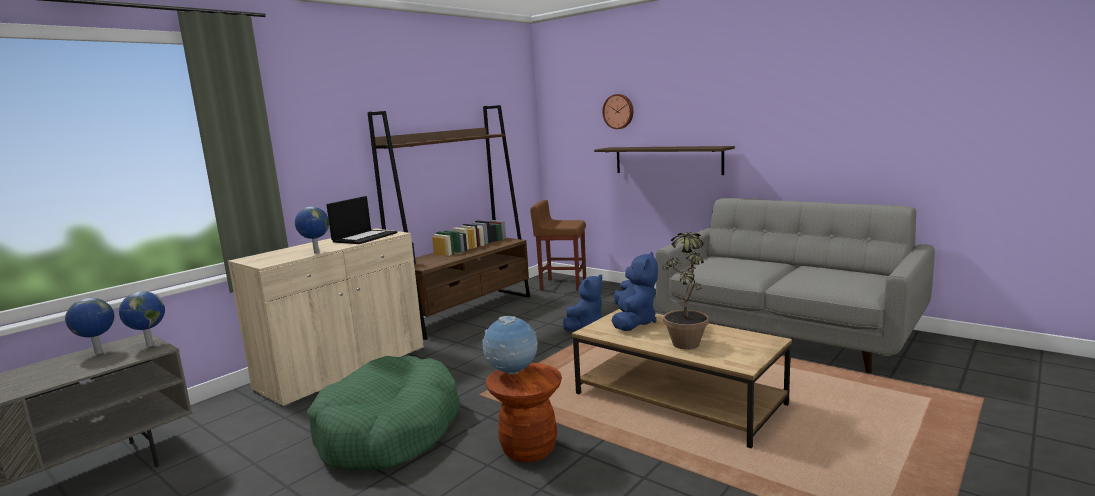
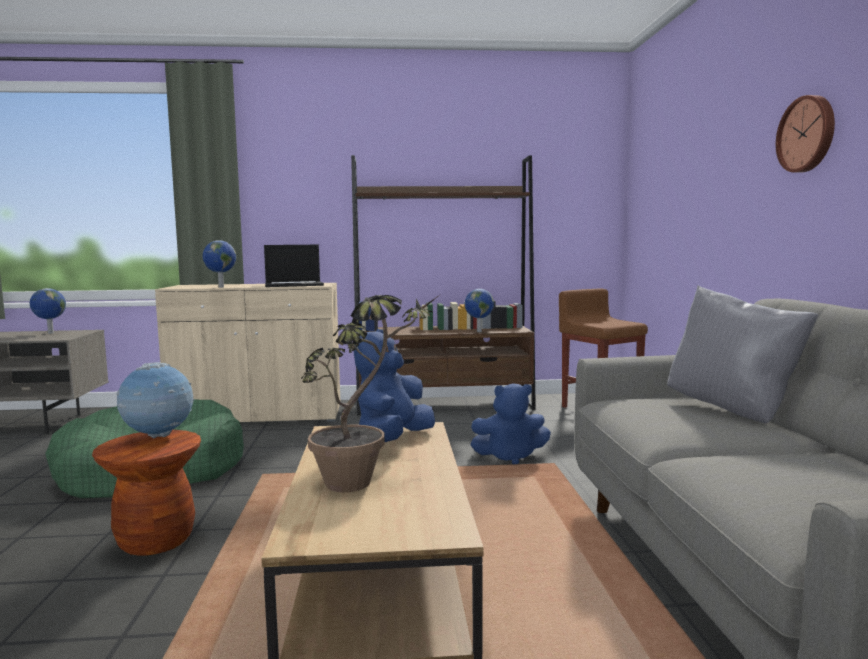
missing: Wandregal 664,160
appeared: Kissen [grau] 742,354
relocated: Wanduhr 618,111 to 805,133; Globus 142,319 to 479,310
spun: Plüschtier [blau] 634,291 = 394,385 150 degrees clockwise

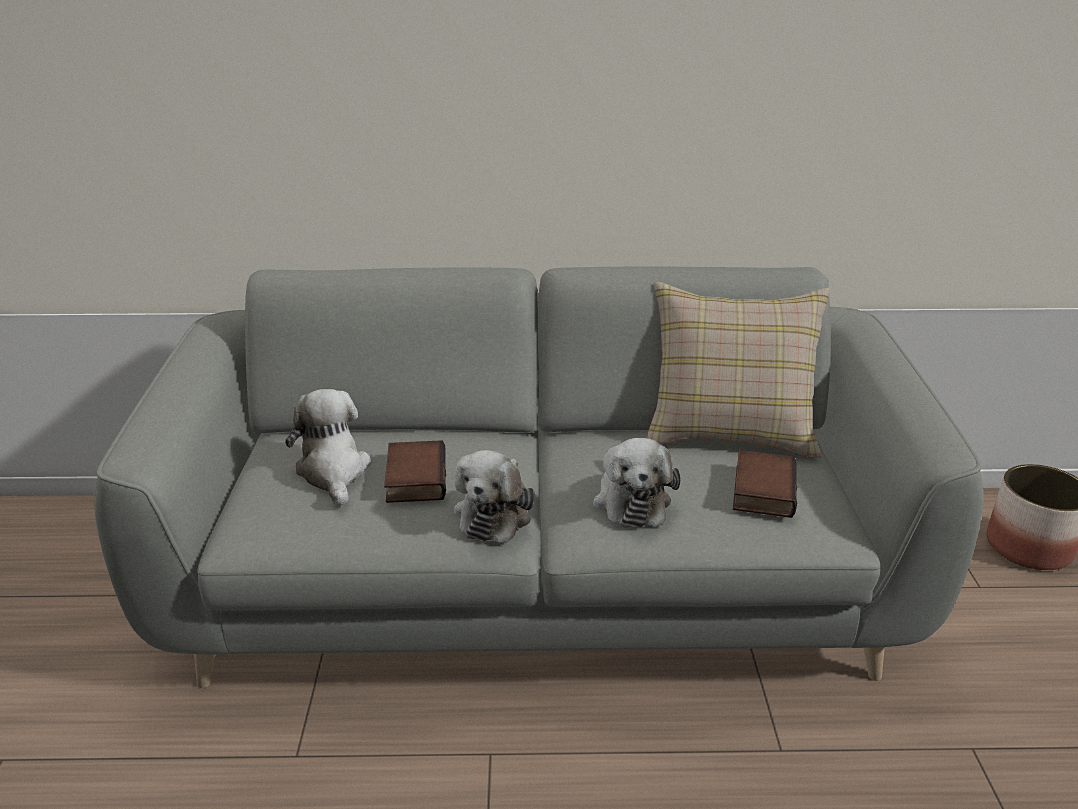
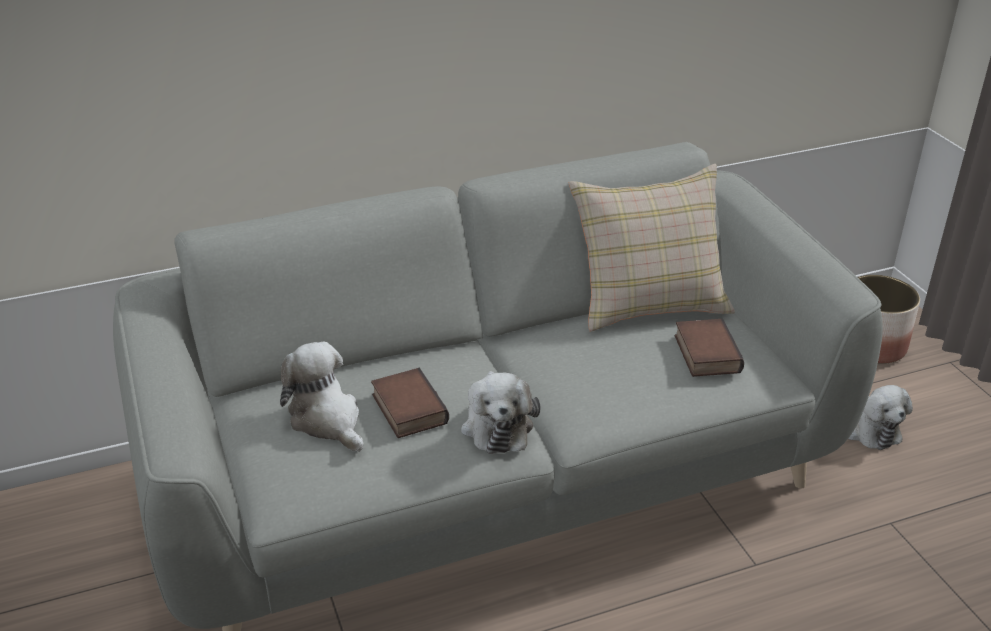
relocated: Plüschtier 636,483 to 880,417

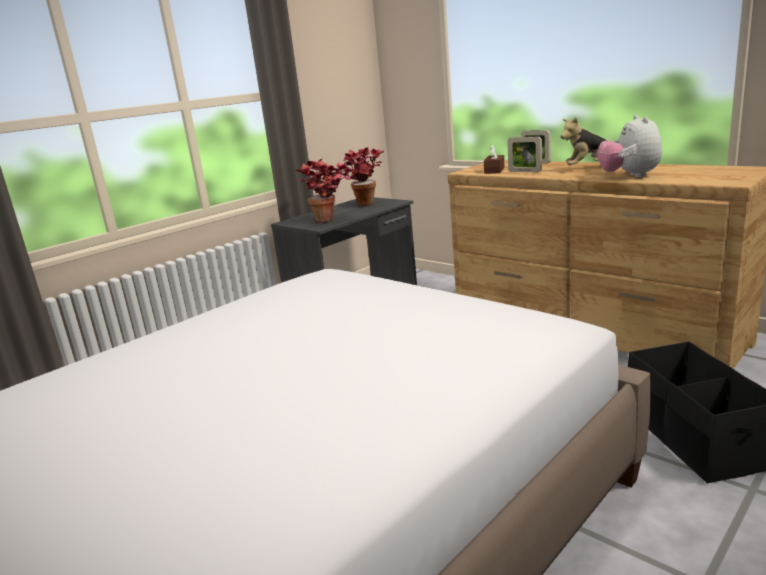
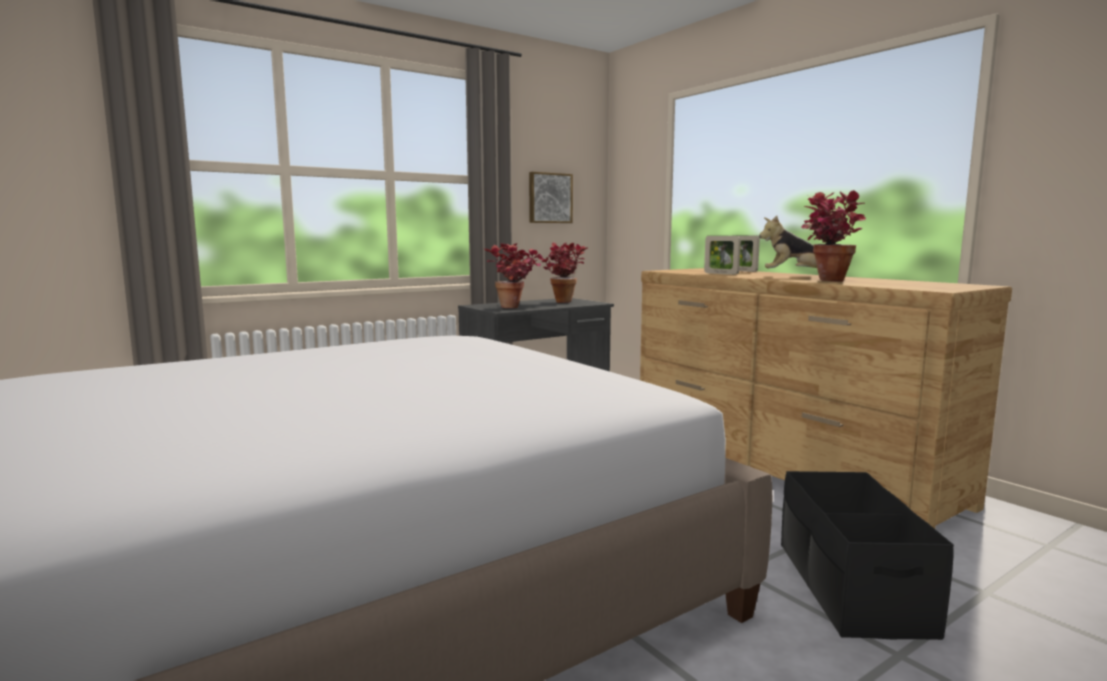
missing: Taschentuchbox [braun] 494,159
appeared: Bild 551,197
exchanged: Plüschtier 629,146 to Topfpflanze 833,236

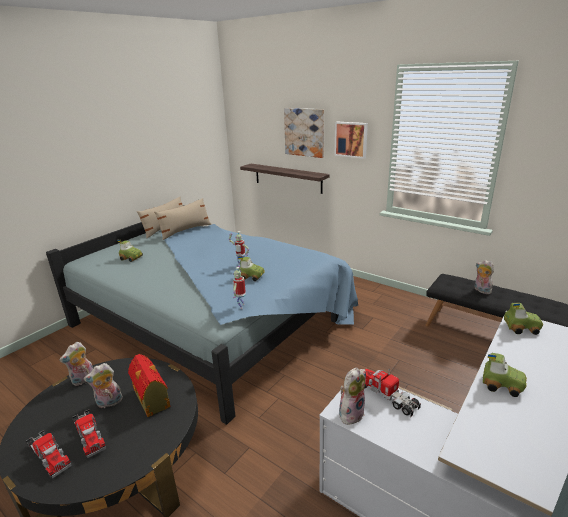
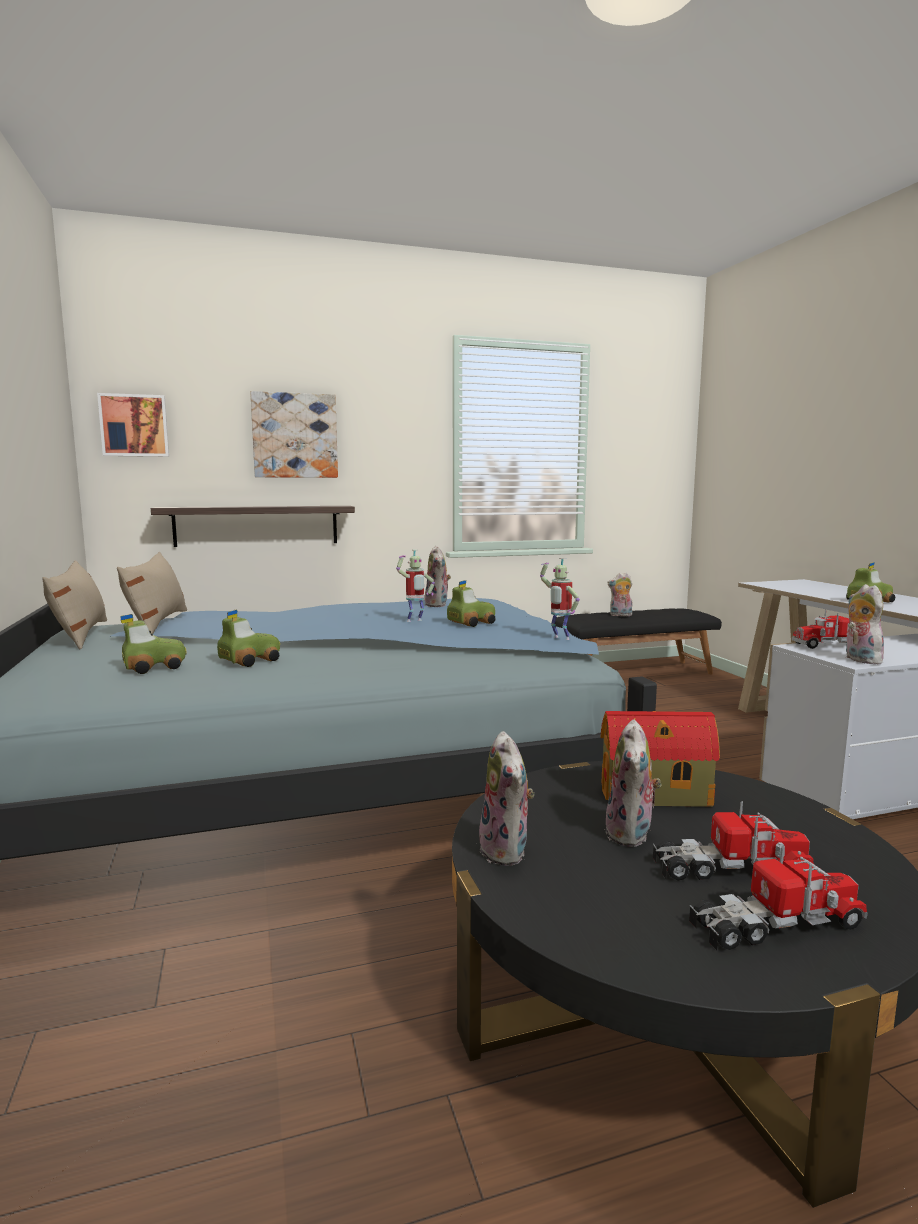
appeared: Plüschtier 438,576
relocated: Bild 351,140 to 133,425; Spielzeugauto 523,319 to 248,638

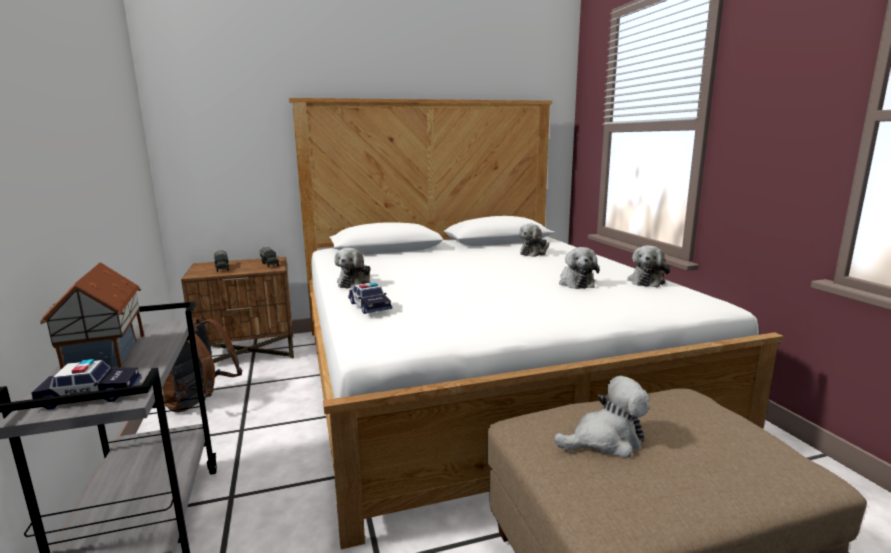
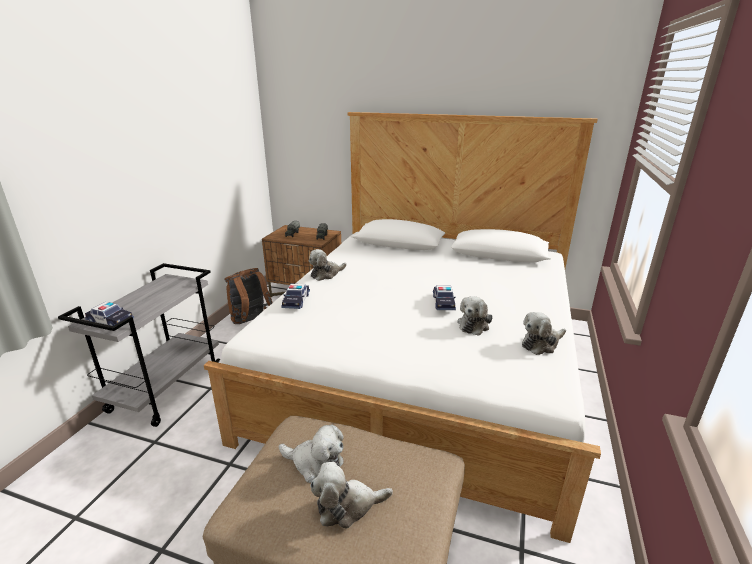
missing: Spielzeughaus 92,315
appeared: Spielzeugauto 444,297
relocated: Plüschtier 534,240 to 351,495

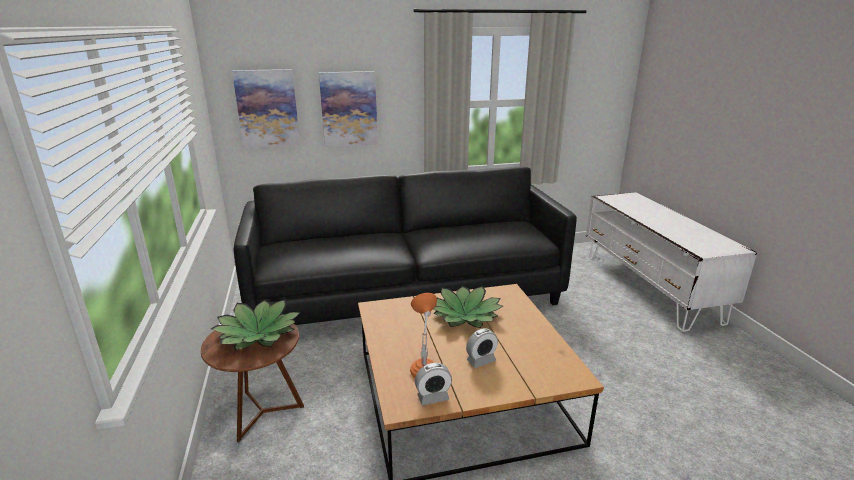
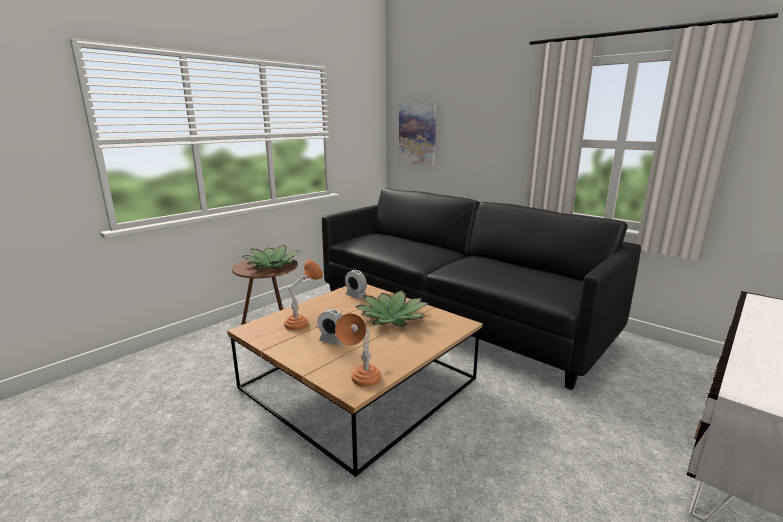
missing: Bild 348,109
appeared: Tischlampe [orange] 358,350
relocated: Wecker 433,384 to 356,284

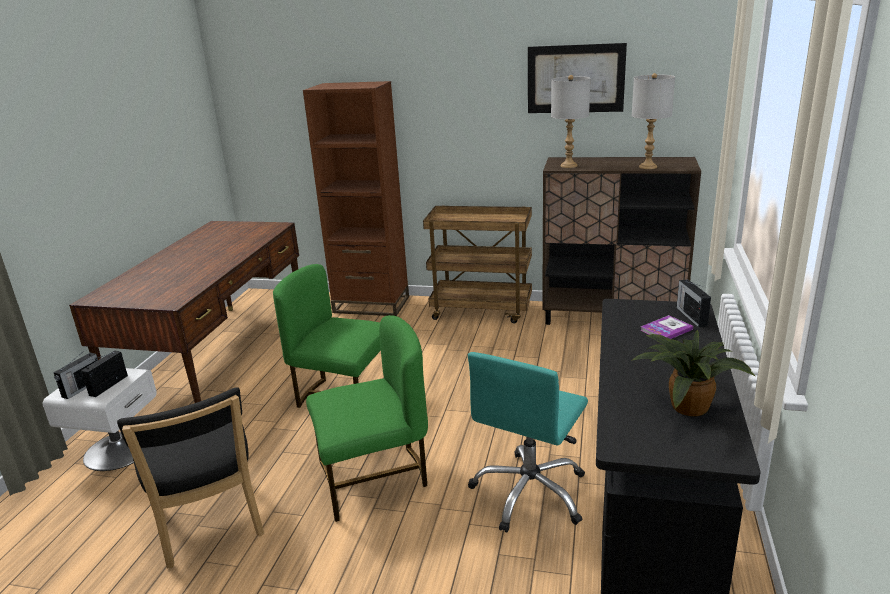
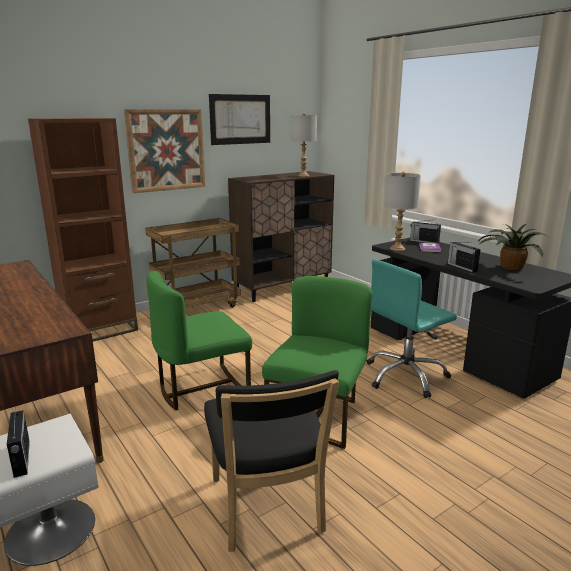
appeared: Bild 164,151
relocated: Tischlampe [grau] 570,121 to 402,211; Radio 104,373 to 464,257
spun: Bürostuhl [türkis] 528,442 = 412,328 75 degrees clockwise; Stuhl [schwarz] 190,477 = 271,461 60 degrees clockwise

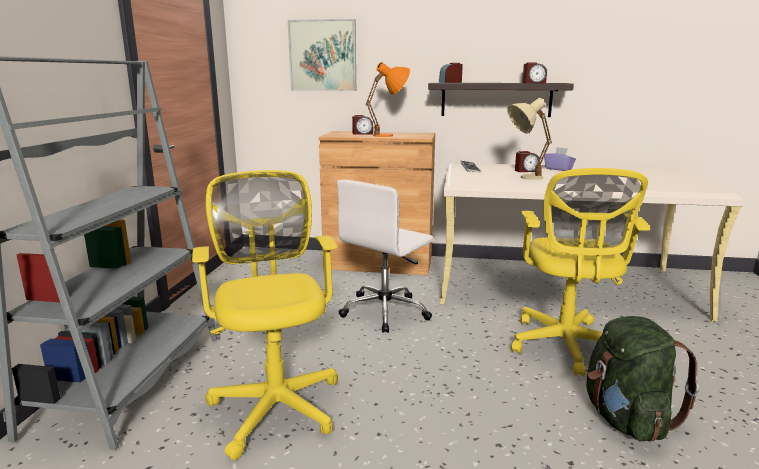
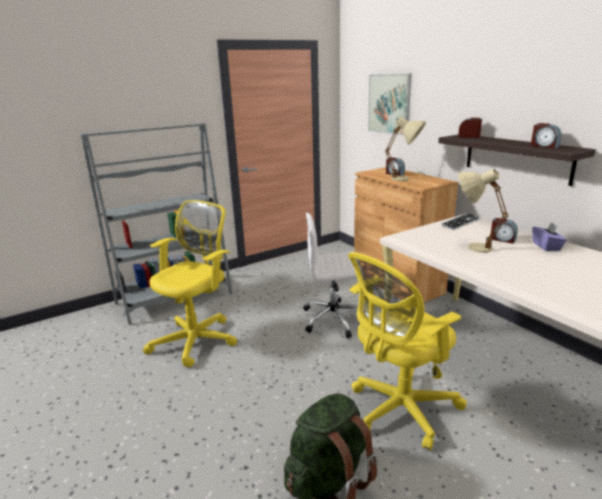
colour: Tischlampe [orange] 388,99 to Tischlampe [beige] 405,148

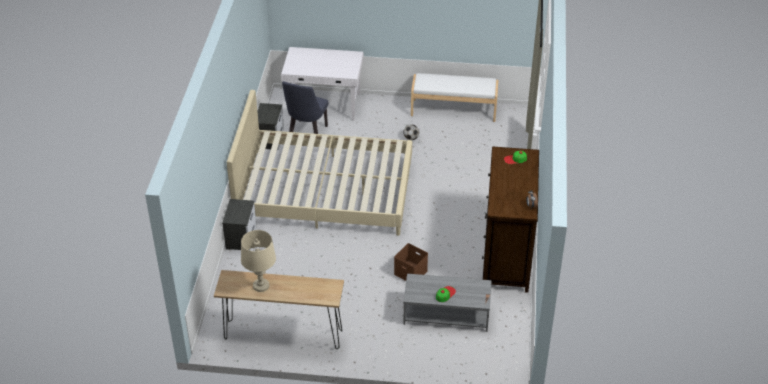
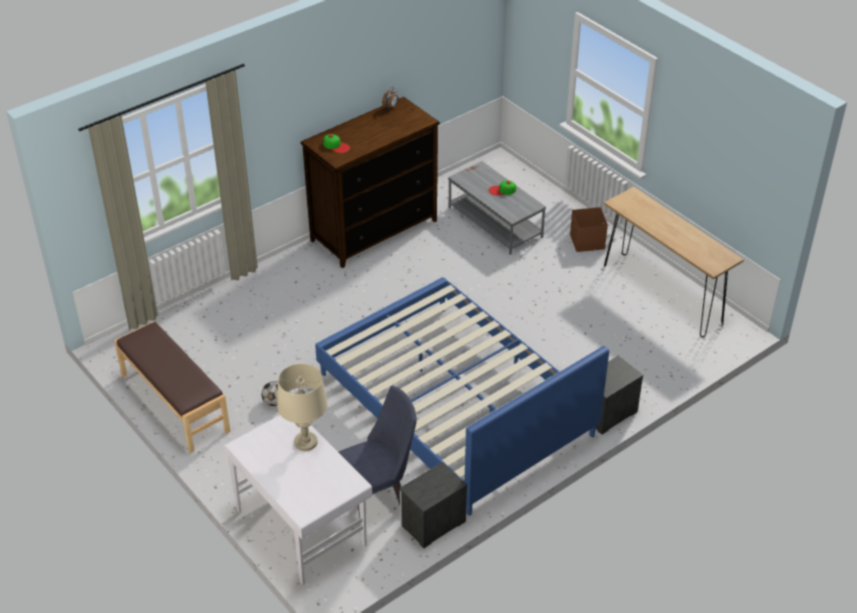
relocated: Tischlampe [beige] 258,261 to 302,407; Aufbewahrungsbox [braun] 411,262 to 589,229
colour: Bank [weiß] 454,97 to Bank [braun] 172,387; Bett [beige] 319,163 to Bett [blau] 462,396

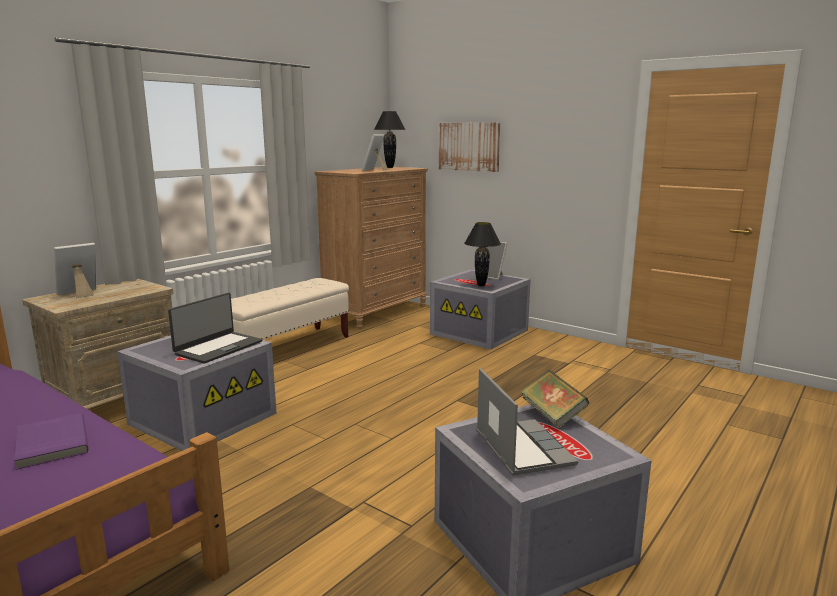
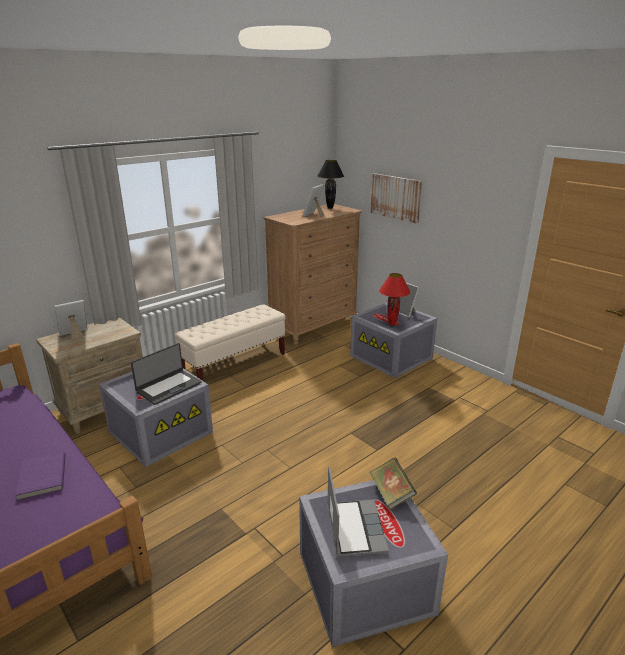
colour: Tischlampe [schwarz] 482,254 to Tischlampe [rot] 394,299

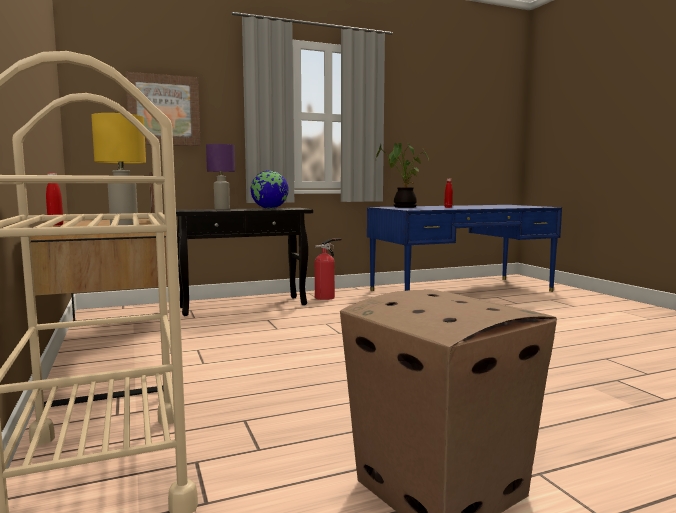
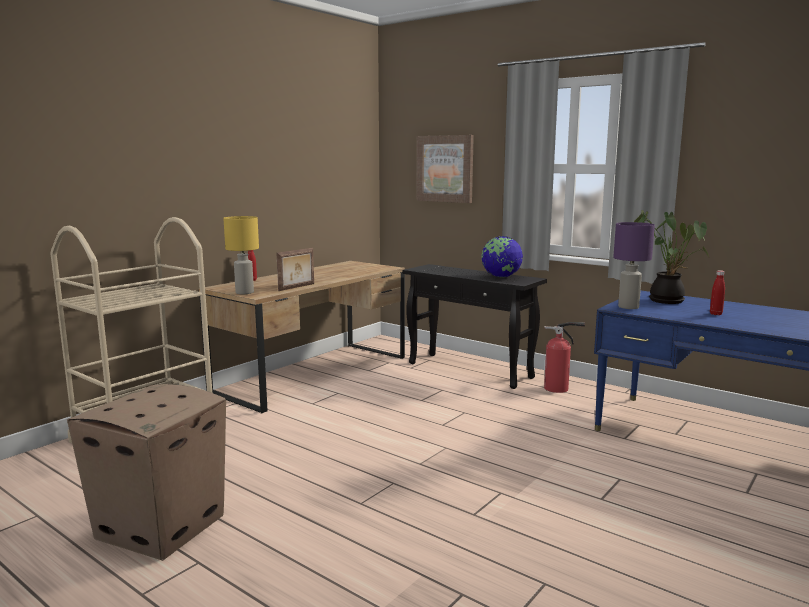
relocated: Tischlampe [lila] 220,177 to 634,265

